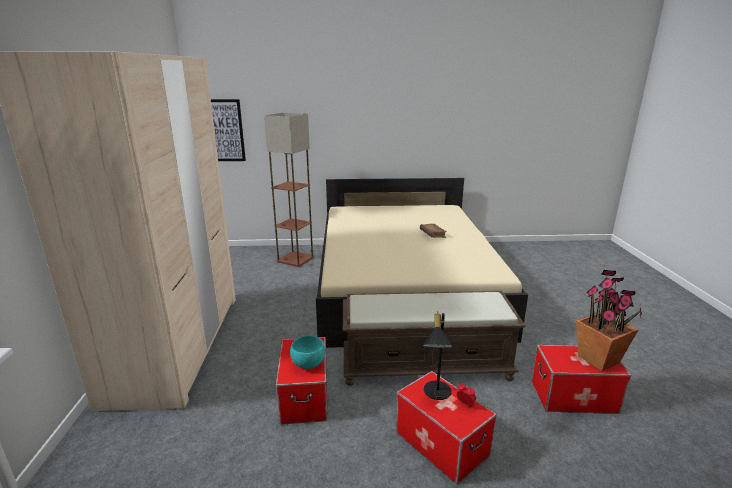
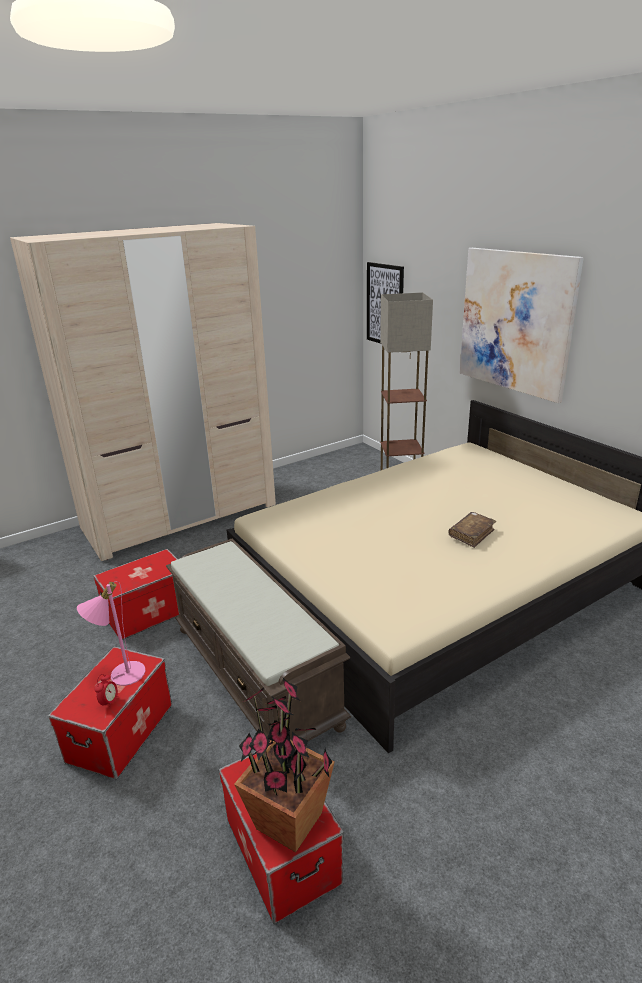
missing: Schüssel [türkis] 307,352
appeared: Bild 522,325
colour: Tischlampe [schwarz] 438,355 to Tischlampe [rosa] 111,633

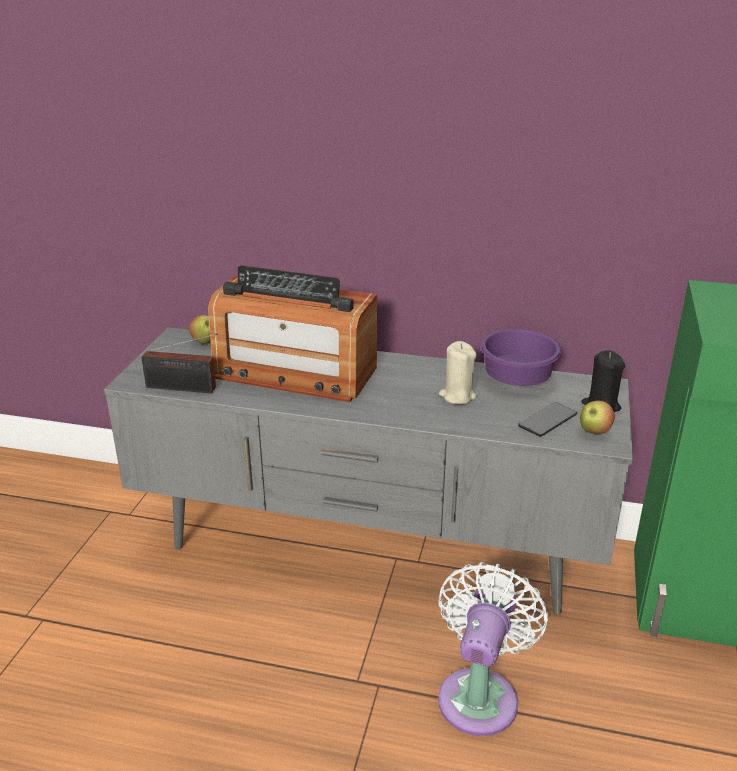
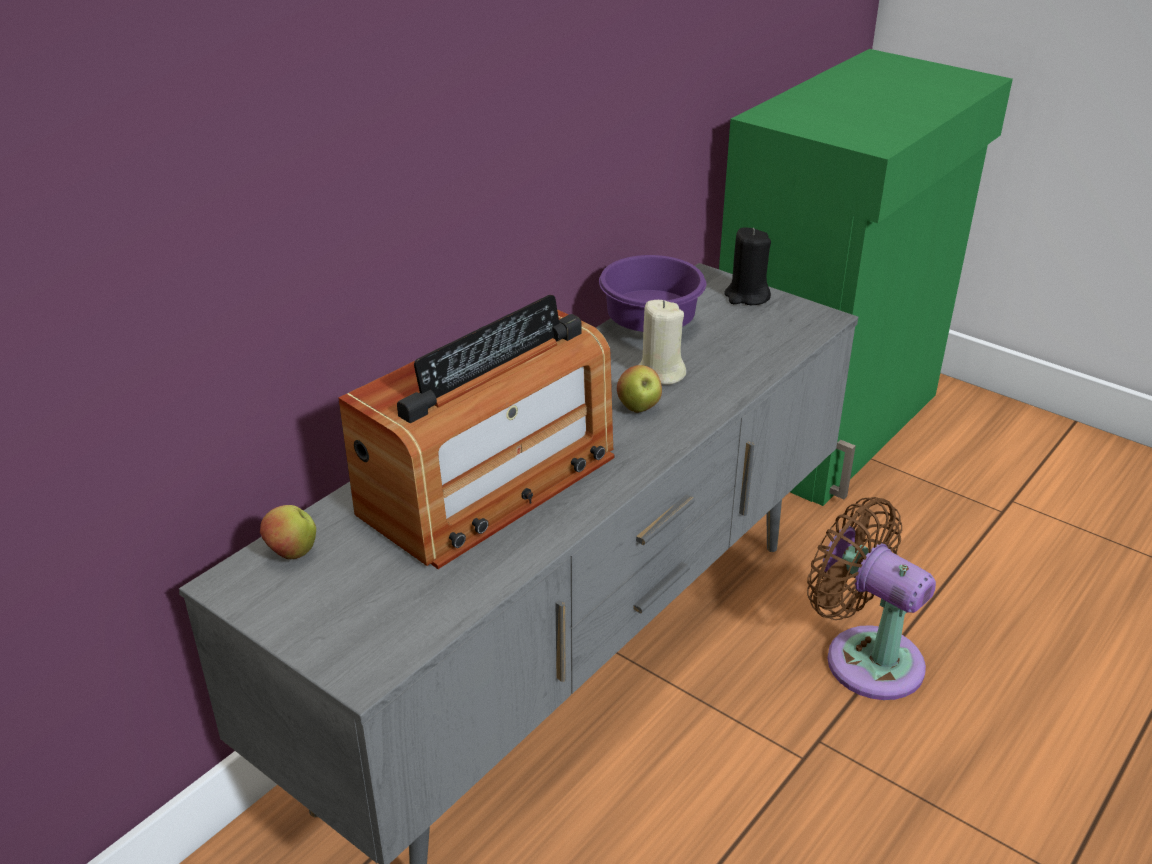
missing: Radio 180,363; Handy 547,419
relocated: Apfel 597,417 to 639,389
colour: Ventilator [weiß] 493,649 to Ventilator [braun] 871,598

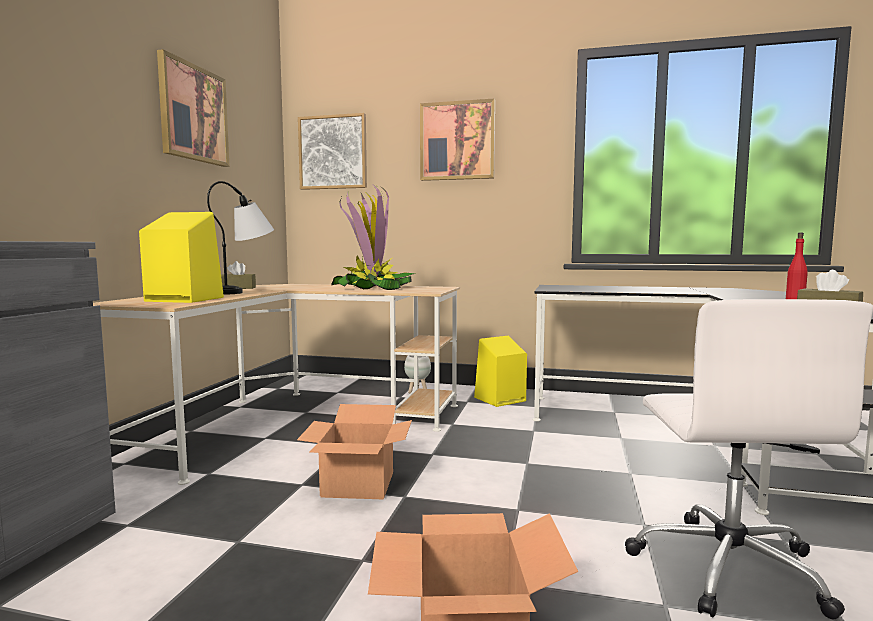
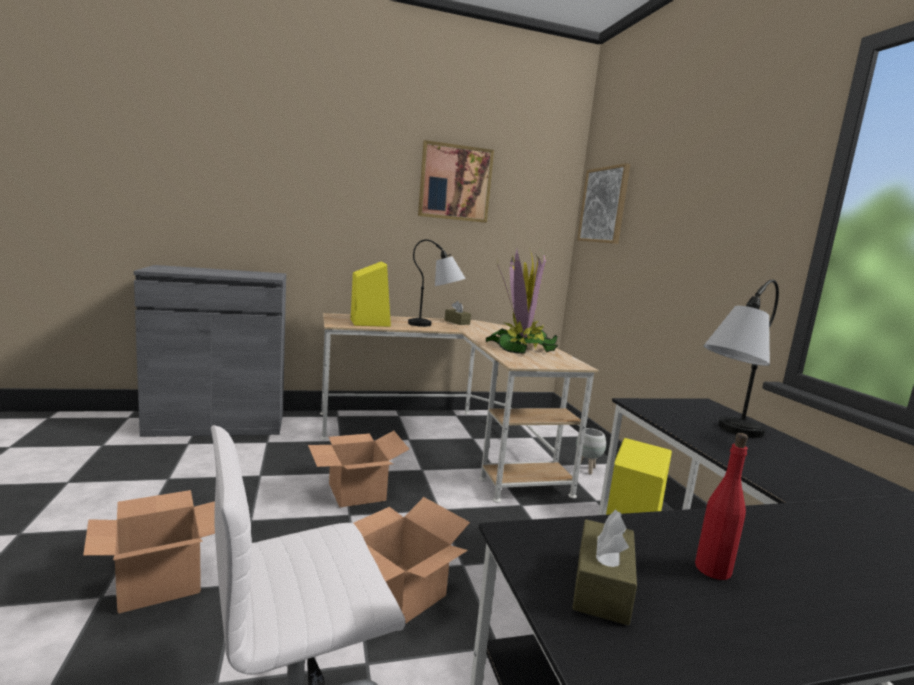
missing: Bild 457,139
appeared: Tischlampe 741,359; Karton 411,560

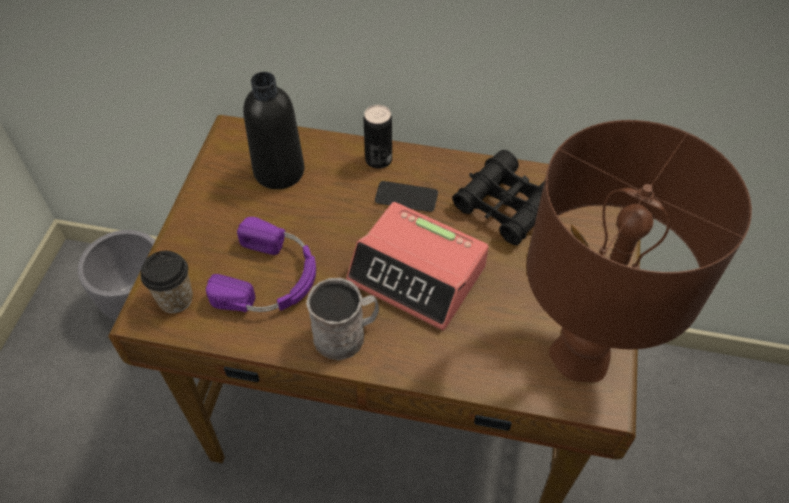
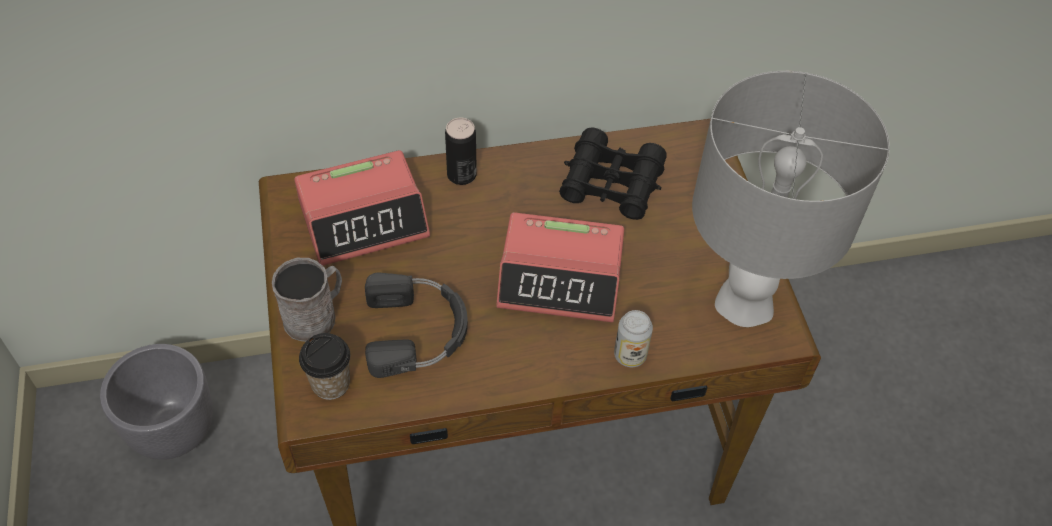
missing: Handy 406,196
appeared: Dose 633,338
relocated: Henkelbecher [grau] 342,319 to 307,300
exchanged: Flasche [schwarz] 273,130 to Wecker 362,208
colour: Tischlampe [braun] 639,251 to Tischlampe [grau] 791,199; Kopfhörer [lila] 261,264 to Kopfhörer [schwarz] 416,325

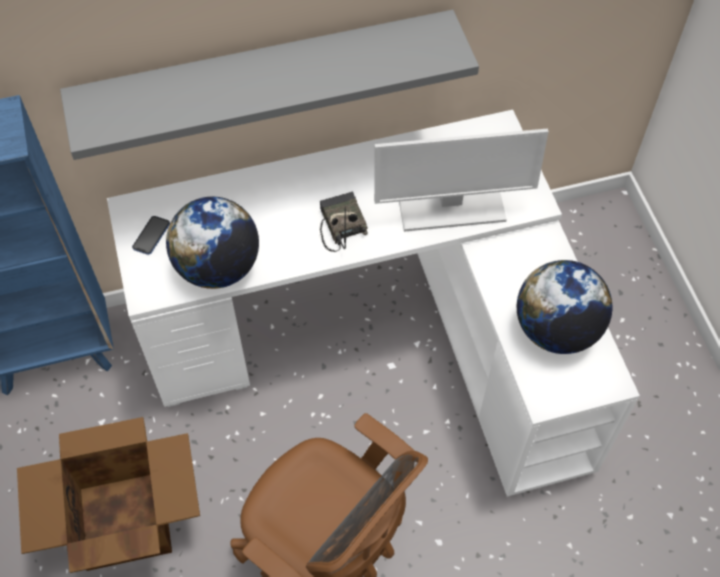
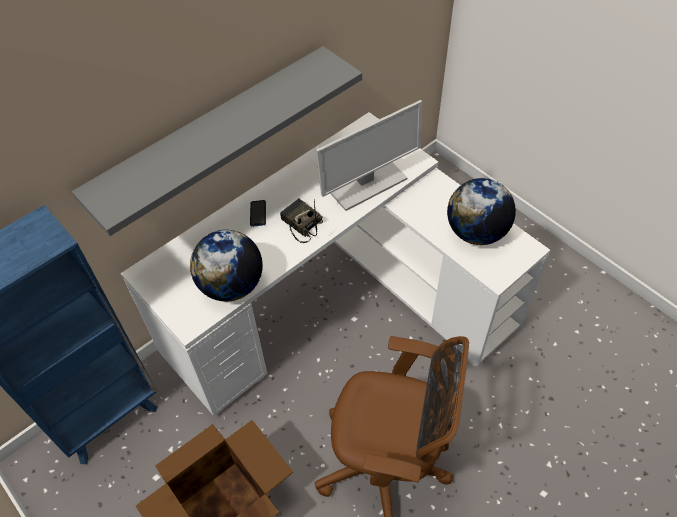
relocated: Handy 151,235 to 258,213

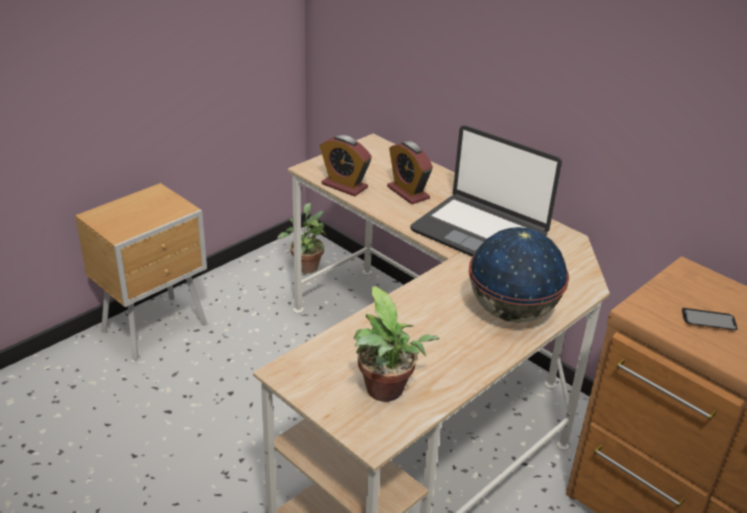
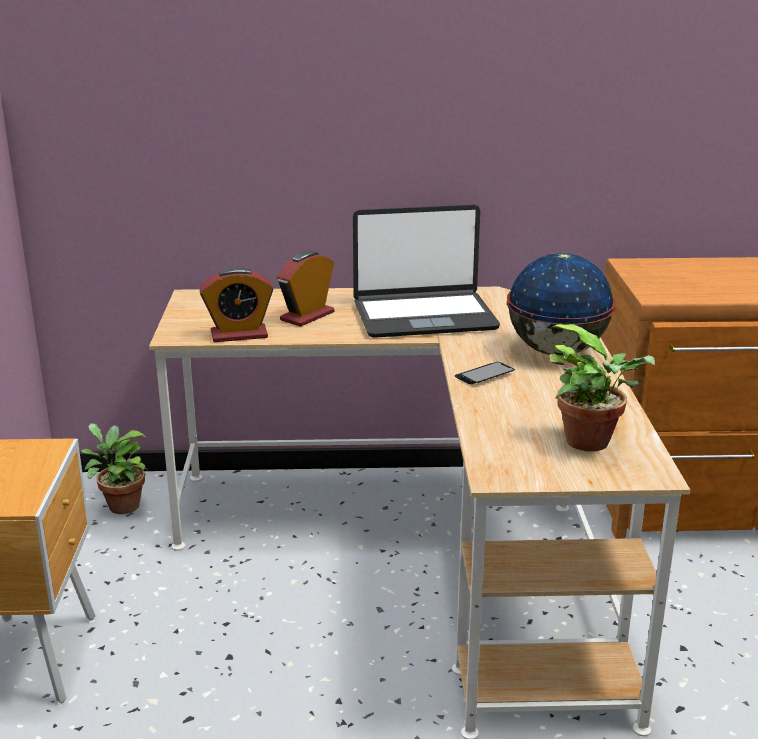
relocated: Handy 710,319 to 485,373
spun: Wecker 410,172 = 305,289 120 degrees clockwise

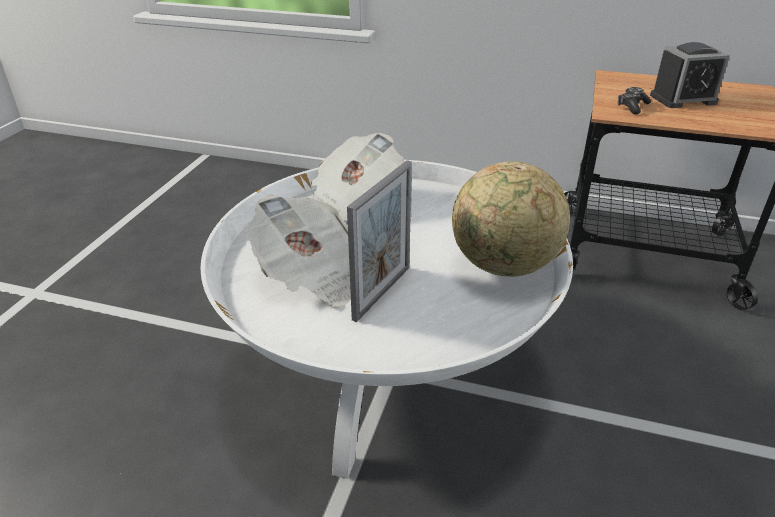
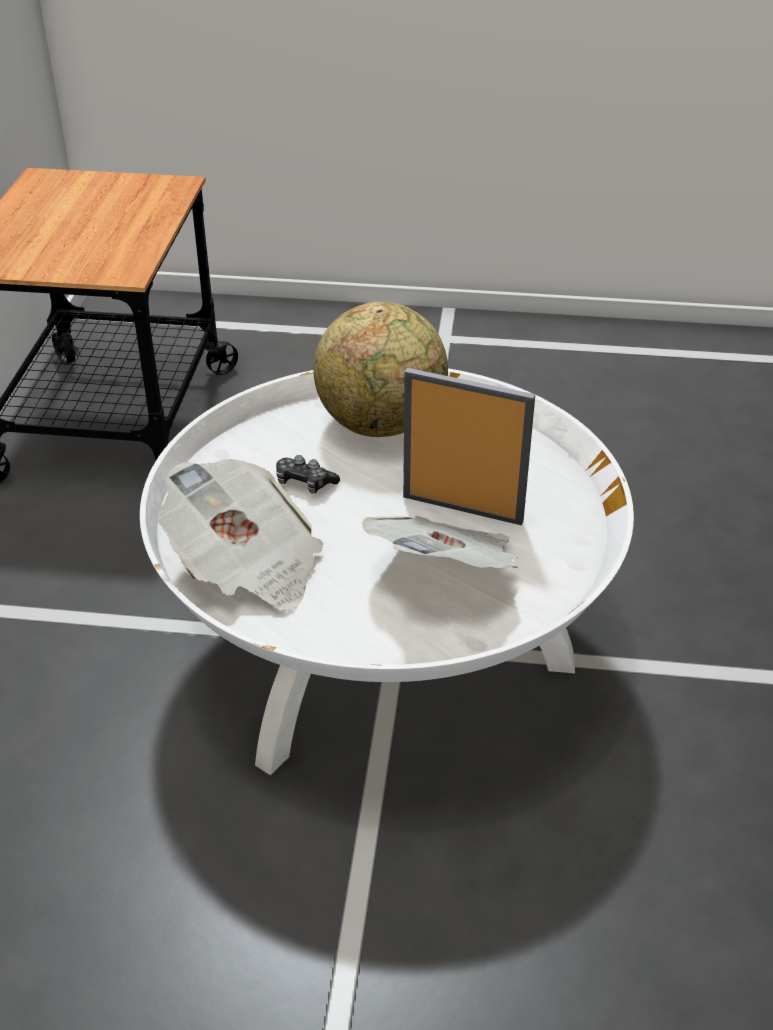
missing: Wecker 690,75
relocated: Gamepad 634,100 to 308,474

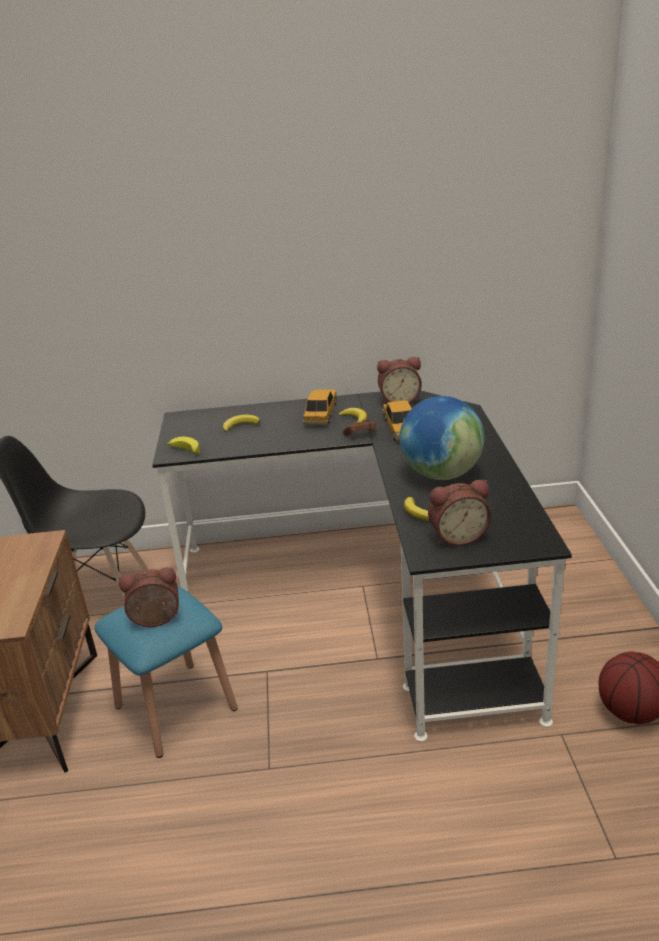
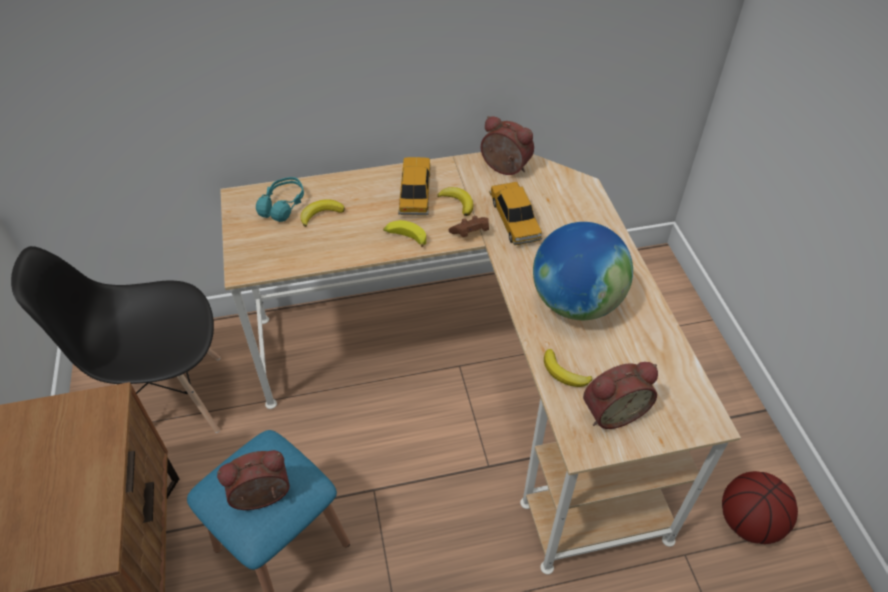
appeared: Kopfhörer [türkis] 280,199
relocated: Banane 183,445 to 404,233
colour: Schreibtisch [schwarz] 362,566 to Schreibtisch [beige] 480,363
spun: Wecker 399,380 = 507,145 135 degrees counterclockwise

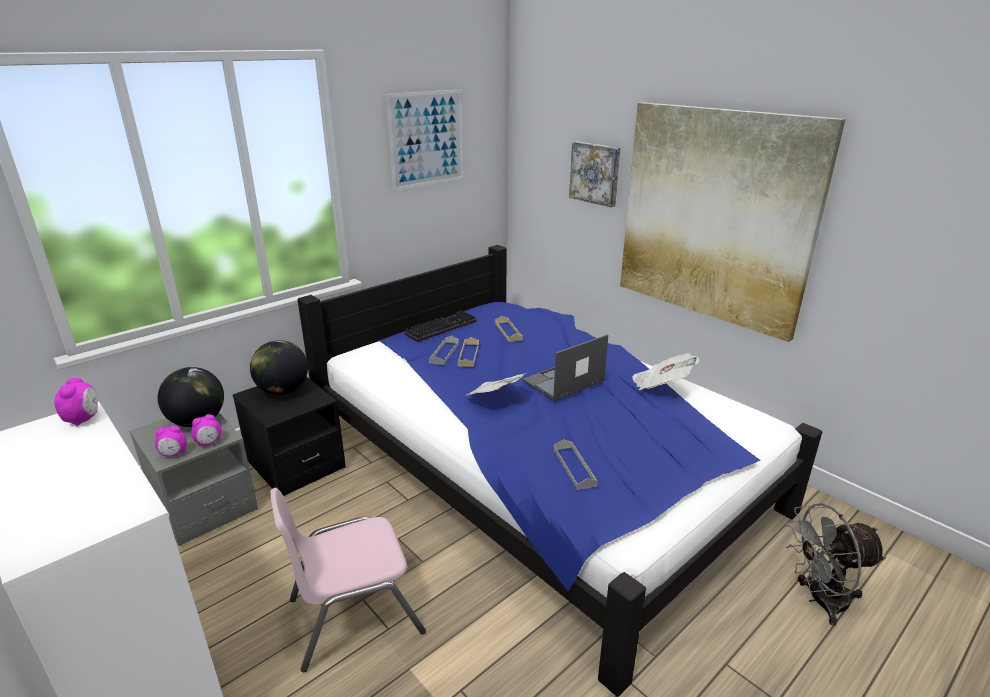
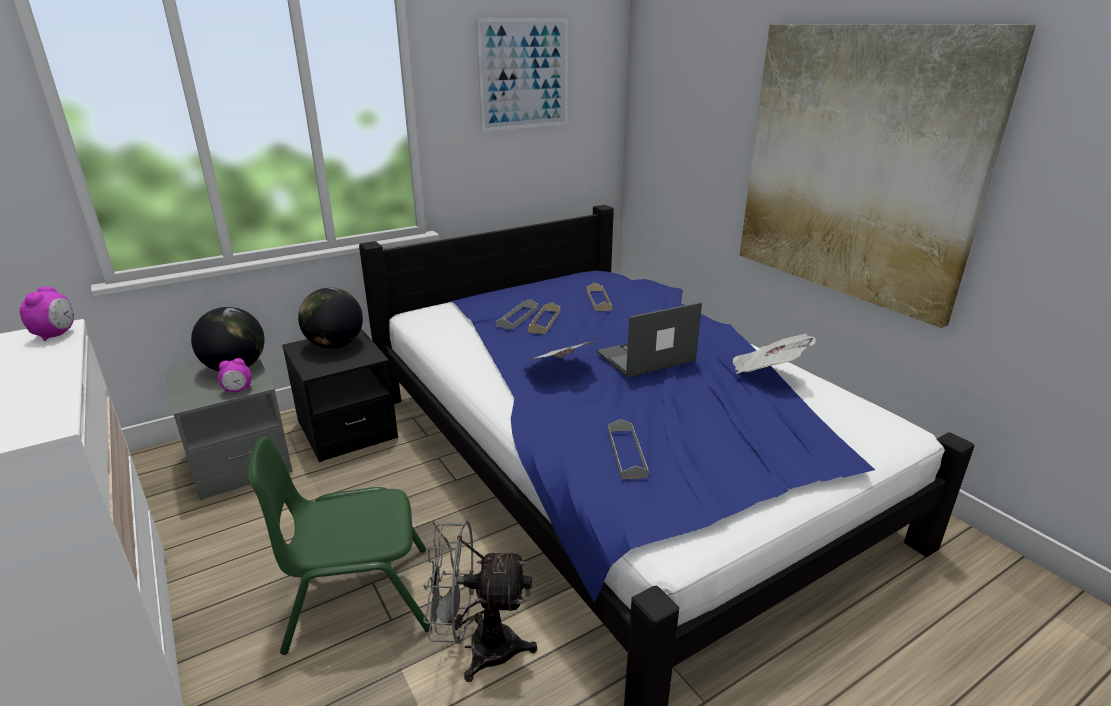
missing: Bild 594,174; Tastatur 440,326; Wecker 171,441
relocated: Ventilator [grau] 836,564 to 480,601
colour: Stuhl [rosa] 348,580 to Stuhl [grün] 340,546

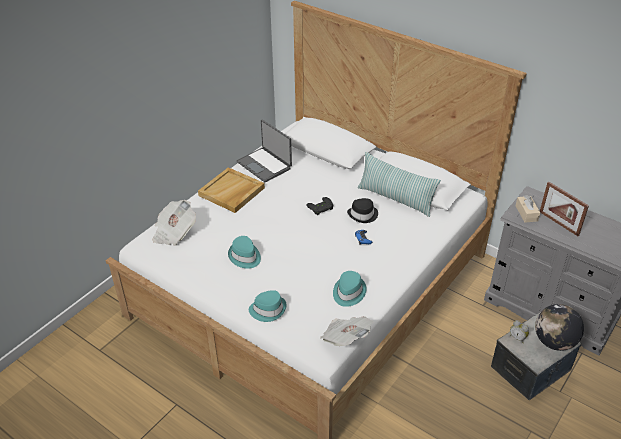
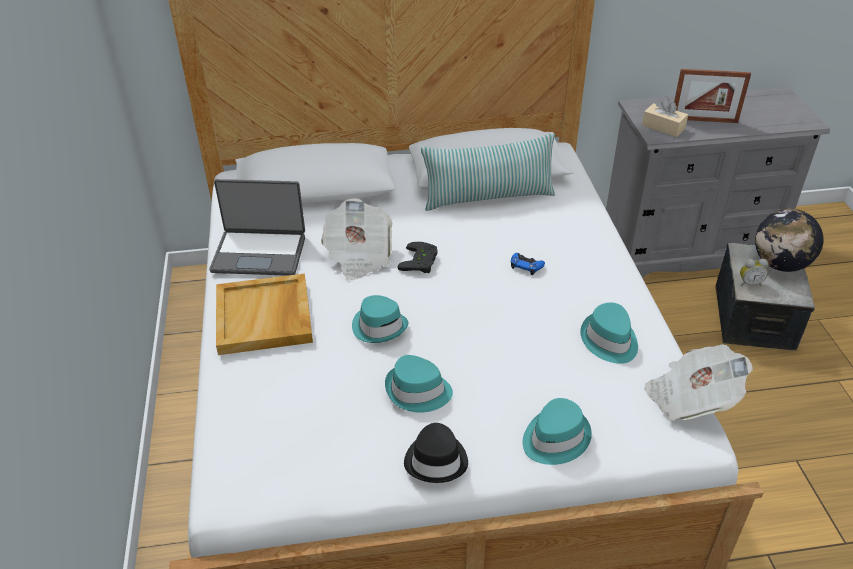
appeared: Hut [türkis] 380,319
relocated: Hut [schwarz] 362,210 to 436,453; Zeitung 174,223 to 357,239

